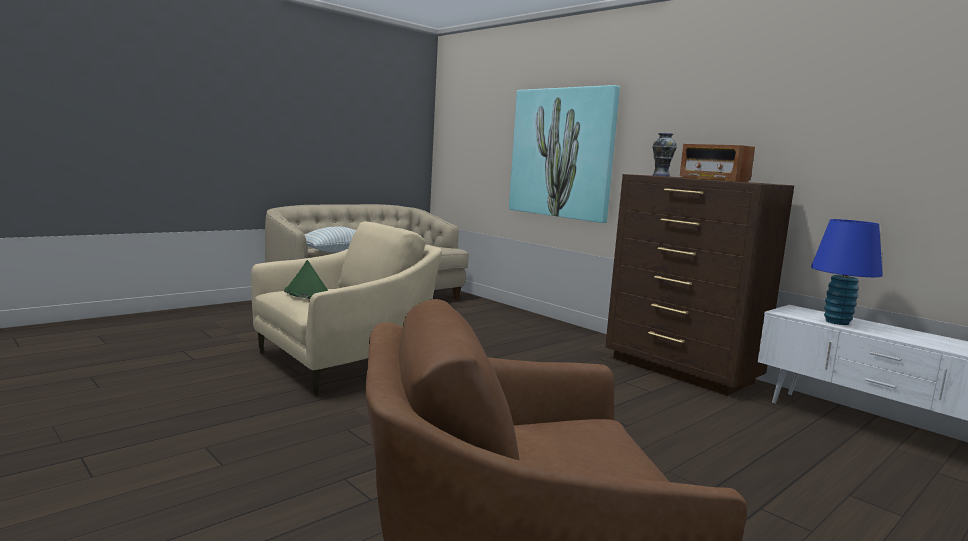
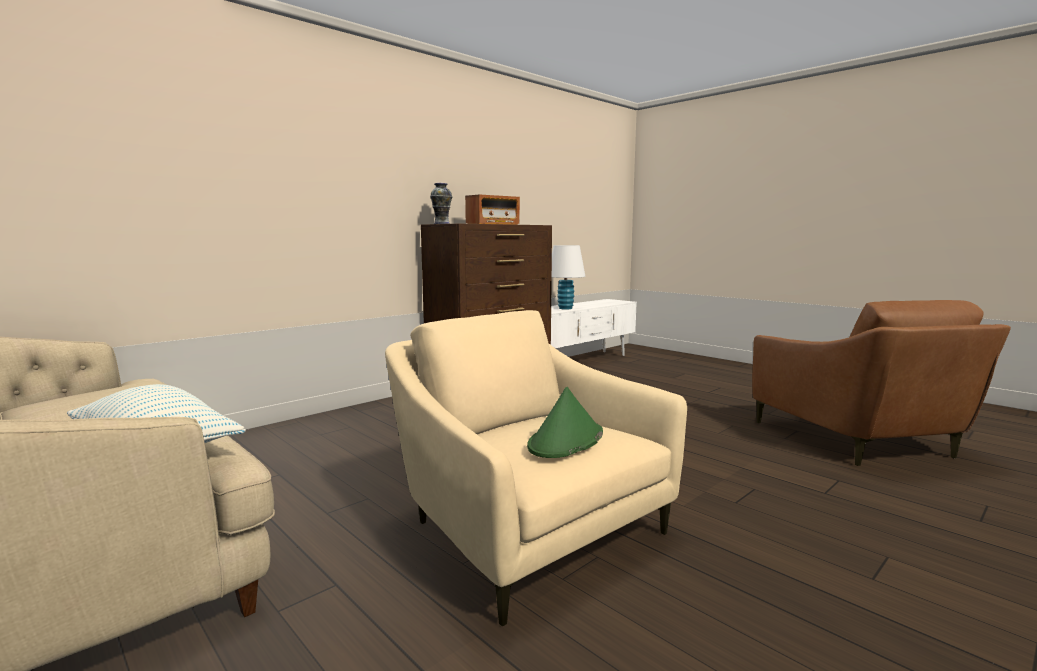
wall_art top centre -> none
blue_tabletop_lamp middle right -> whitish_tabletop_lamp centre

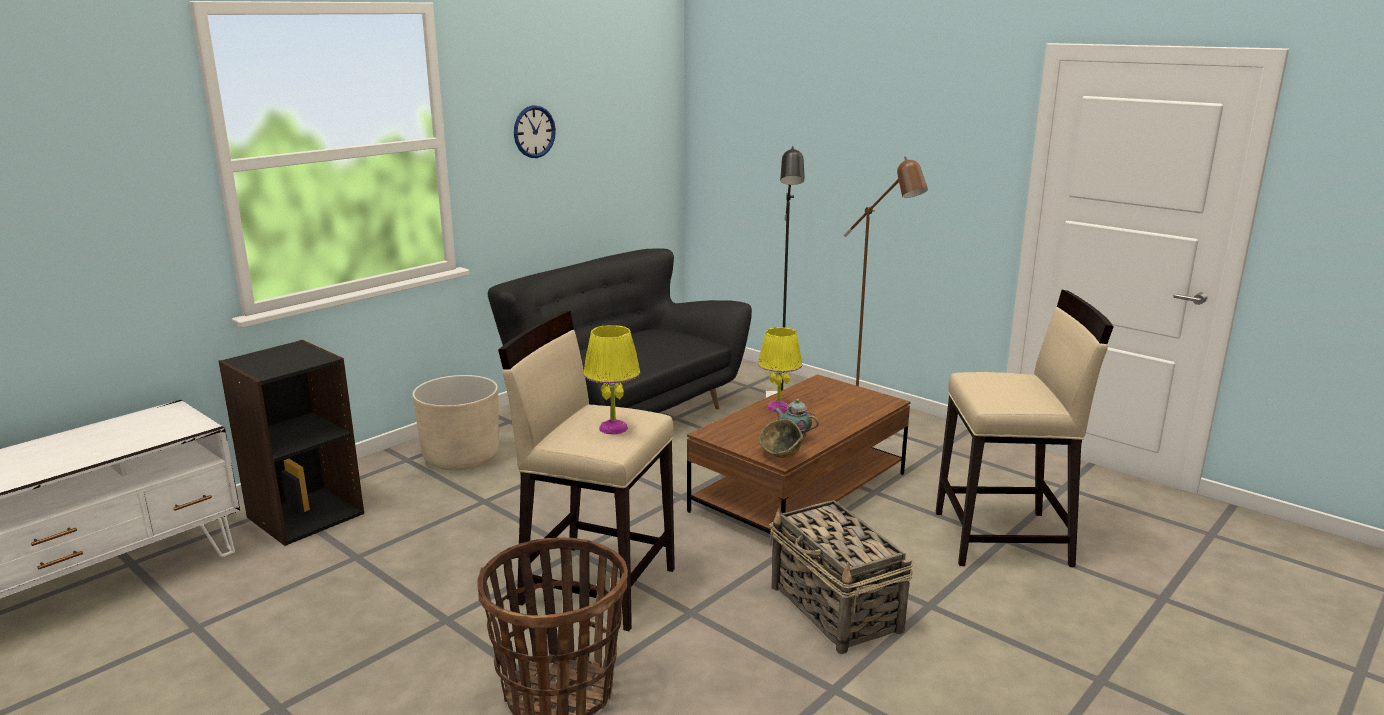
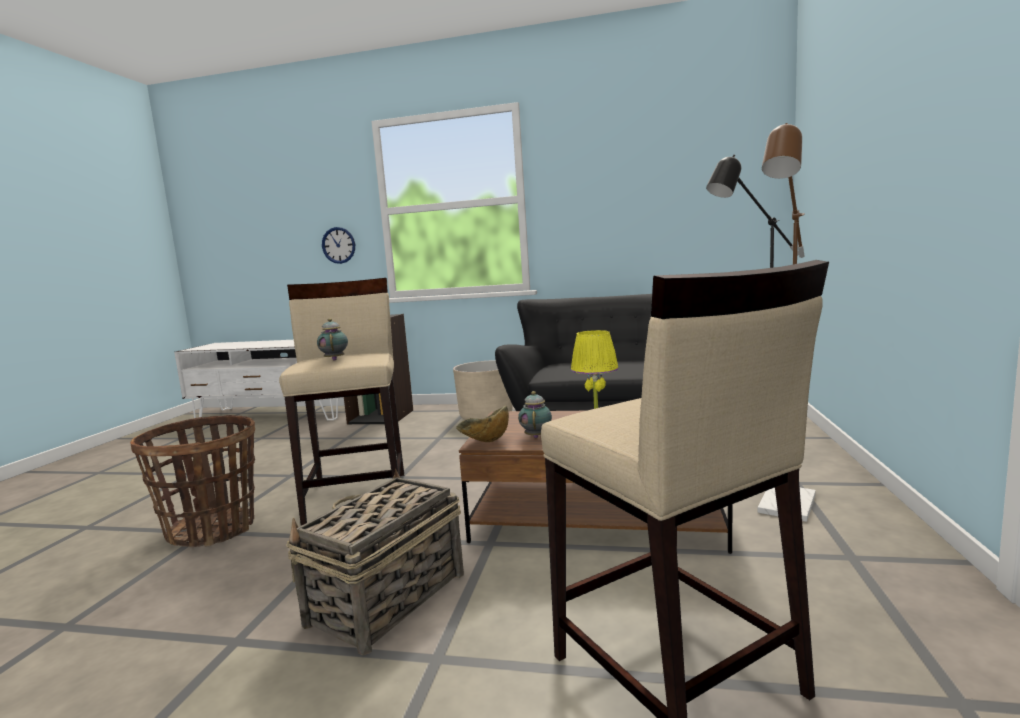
wall_clock top centre -> wall_clock middle left, shifted
yellow-coloured_tabletop_lamp (no. 1 from left) centre -> teapot (no. 1 from left) middle left

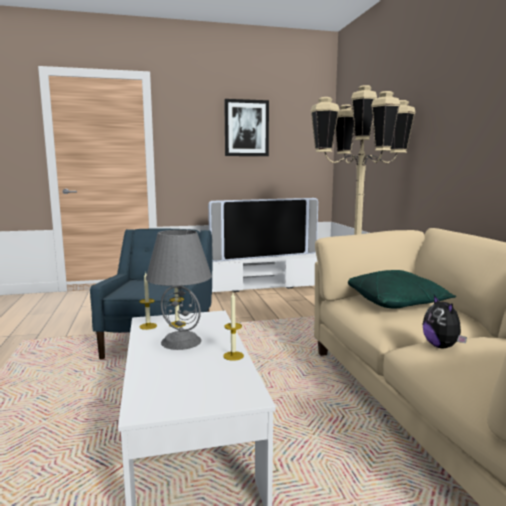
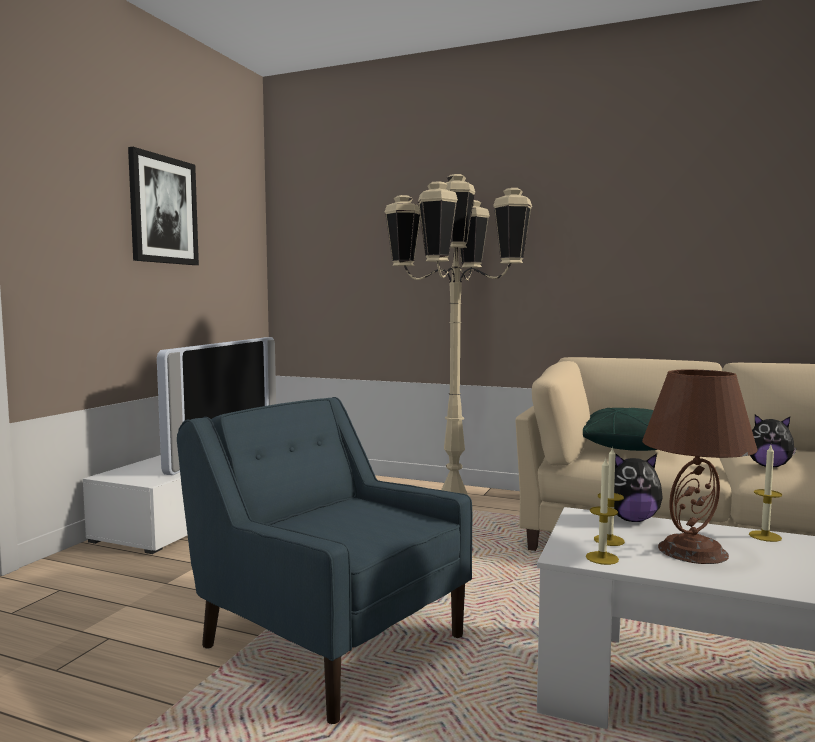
grey_tabletop_lamp centre -> brownish_tabletop_lamp middle right
none -> cuddly_toy (no. 1 from left) middle right

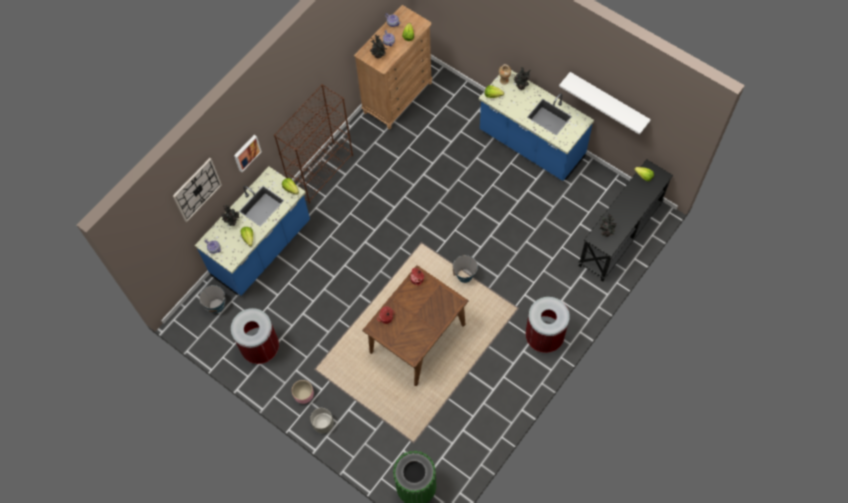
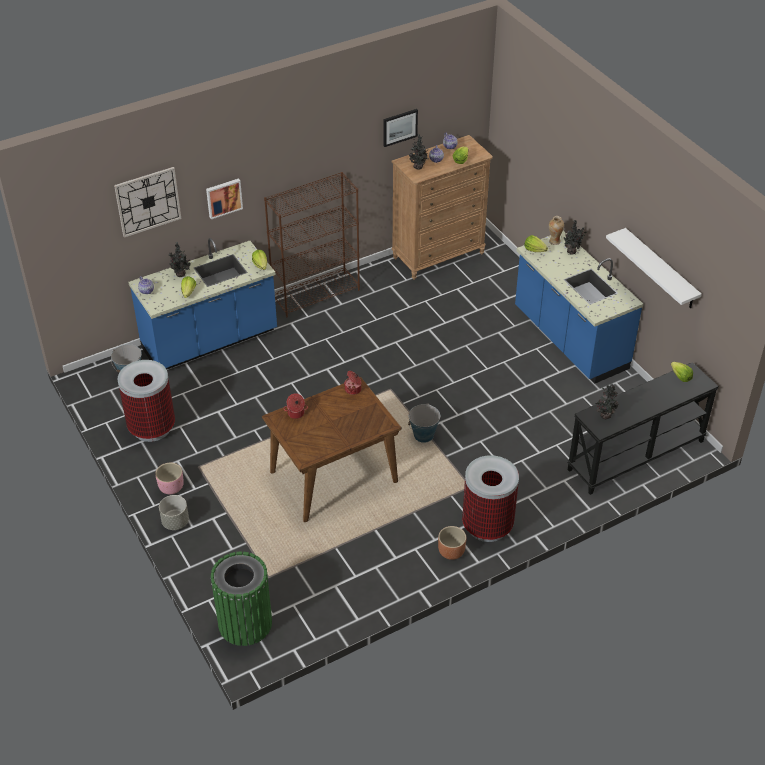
none -> wall_art (no. 2 from left) top centre
none -> brownish_flower_pot bottom centre

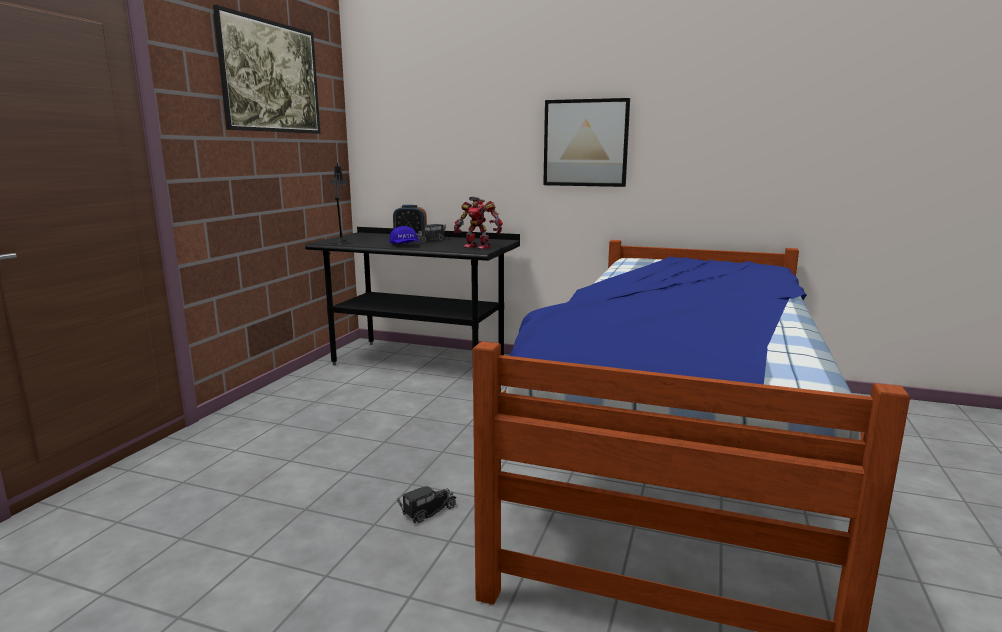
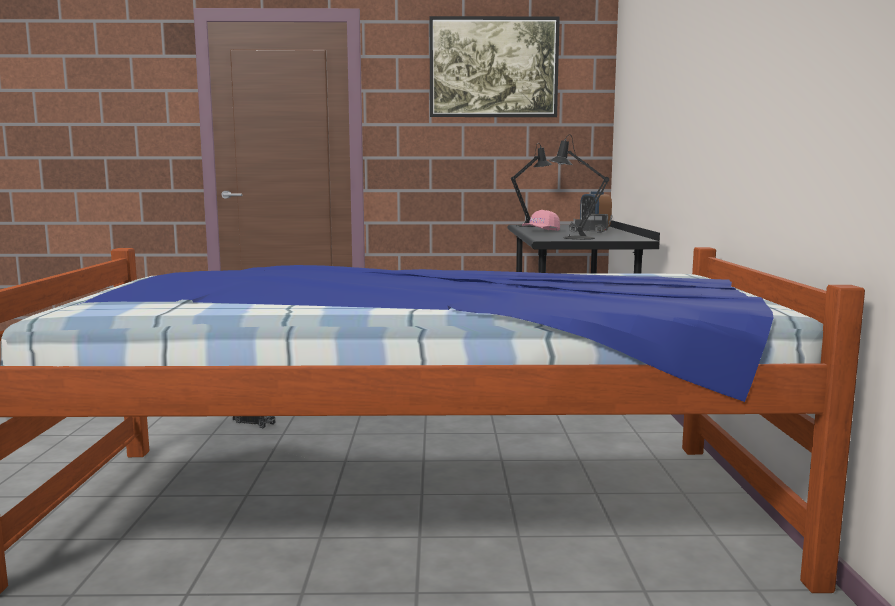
wall_art (no. 2 from left) top centre -> none
model_robot centre -> black_tabletop_lamp (no. 2 from left) top centre
blue_baseball_cap centre -> pinkish_baseball_cap centre

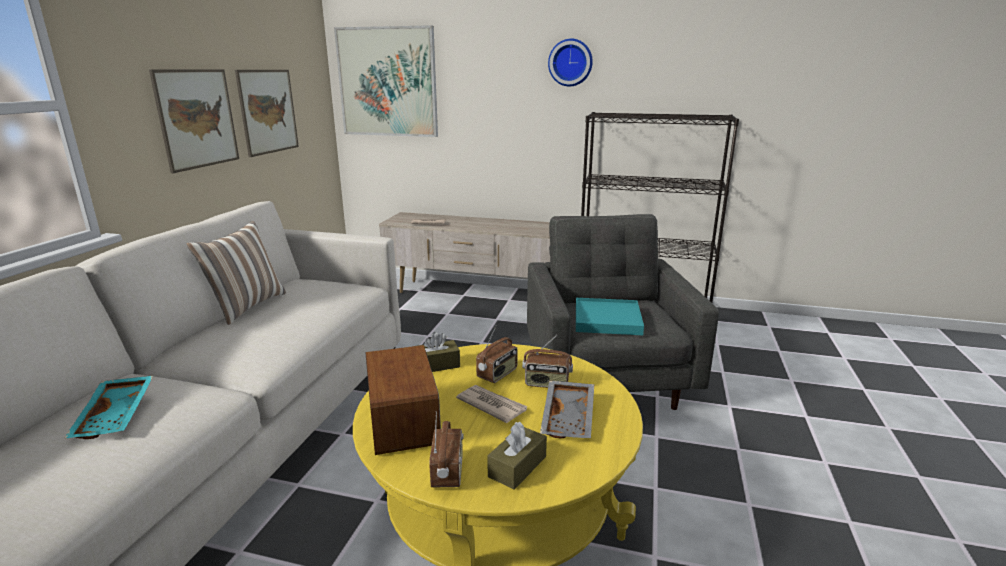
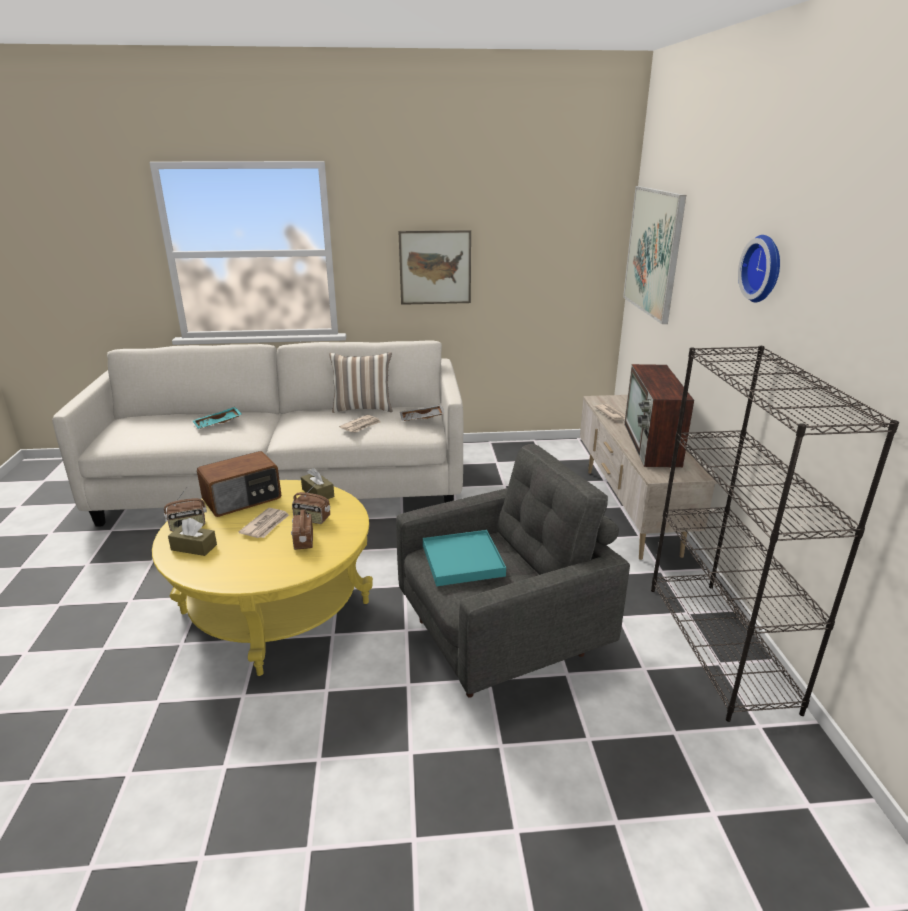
wall_art (no. 2 from left) top left -> none
grey_tray bottom centre -> grey_tray centre, shifted
none -> television middle right
none -> newspaper (no. 2 from left) centre

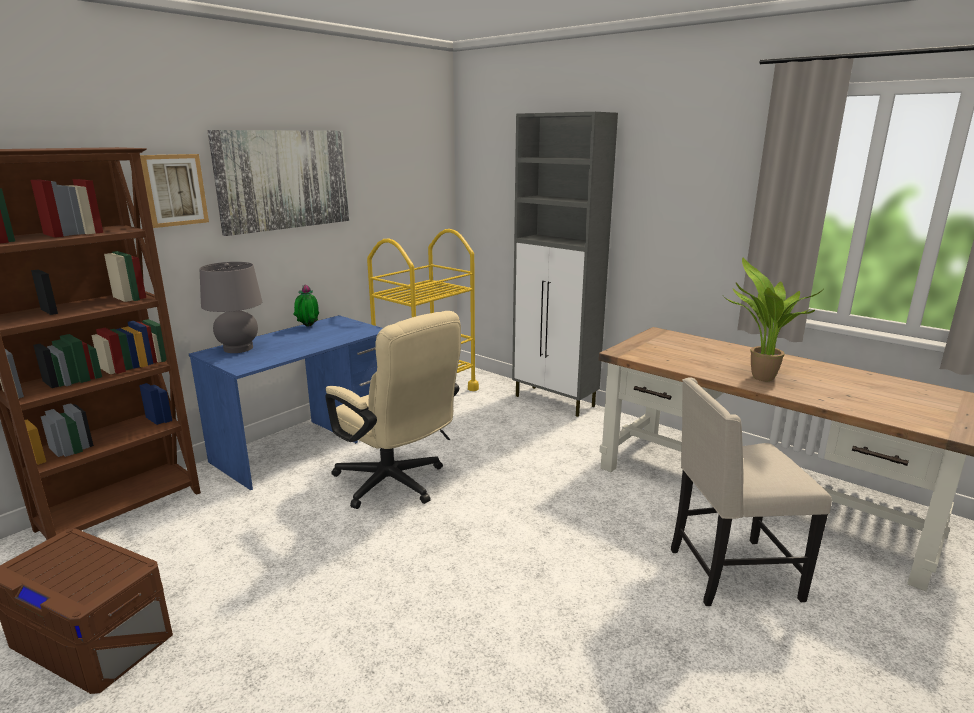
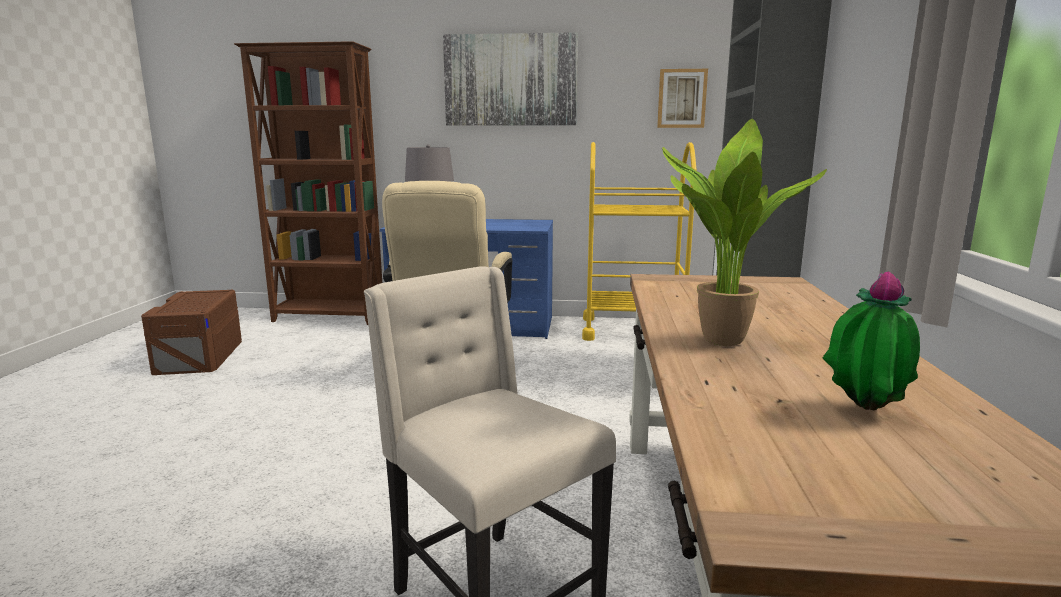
wall_art (no. 1 from left in the first image) top left -> wall_art (no. 2 from left) top centre, shifted
potted_plant (no. 1 from left in the first image) middle left -> potted_plant (no. 2 from left) middle right, shifted

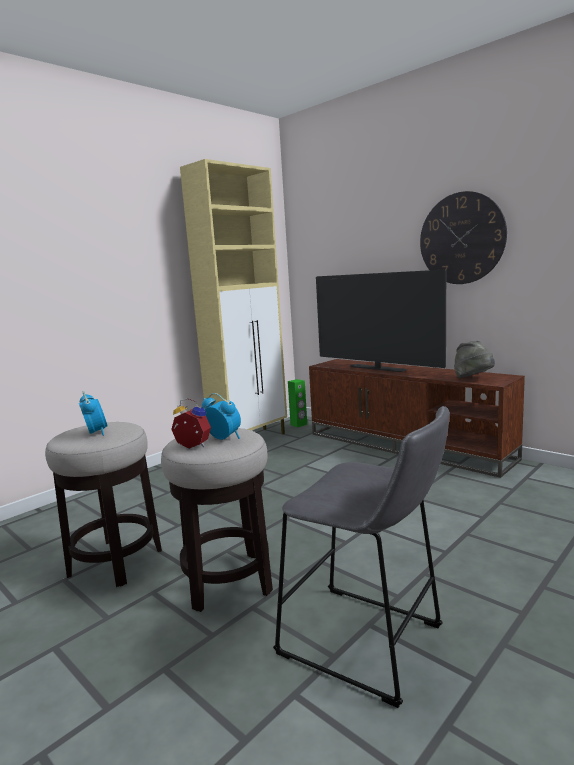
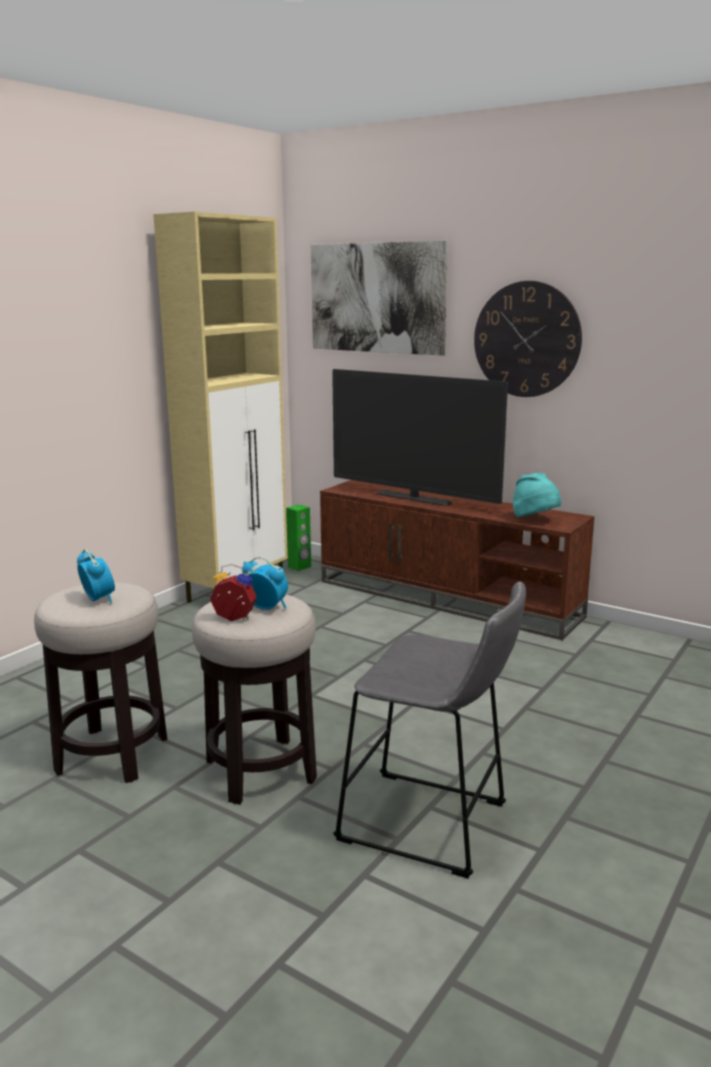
grey_hat middle right -> turquoise-coloured_hat middle right
none -> wall_art top centre

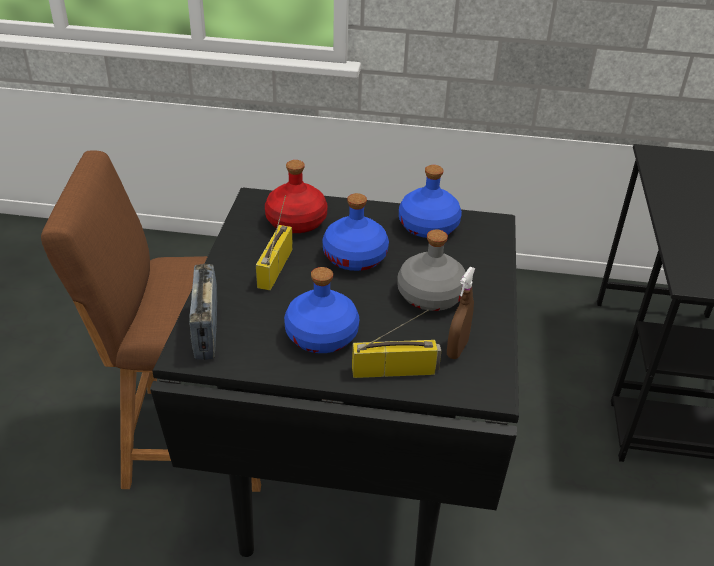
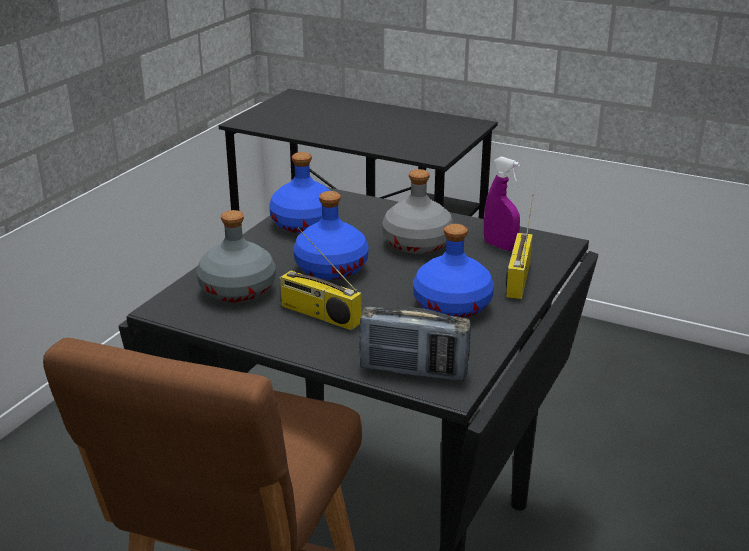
reddish_drink_bottle centre -> grey_drink_bottle (no. 1 from left) middle left
brownish_sprayer centre -> purple_sprayer middle right

